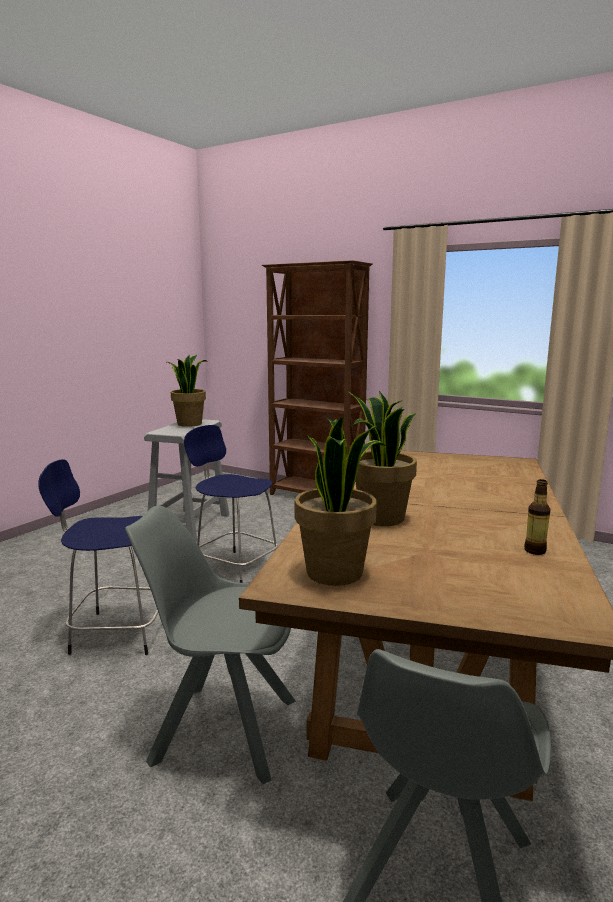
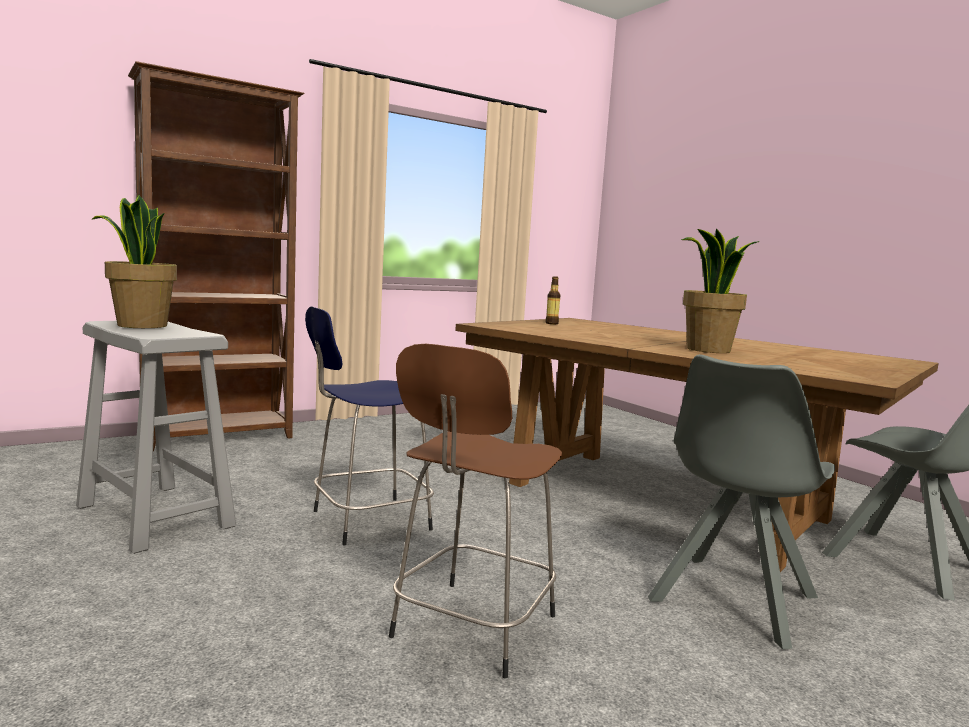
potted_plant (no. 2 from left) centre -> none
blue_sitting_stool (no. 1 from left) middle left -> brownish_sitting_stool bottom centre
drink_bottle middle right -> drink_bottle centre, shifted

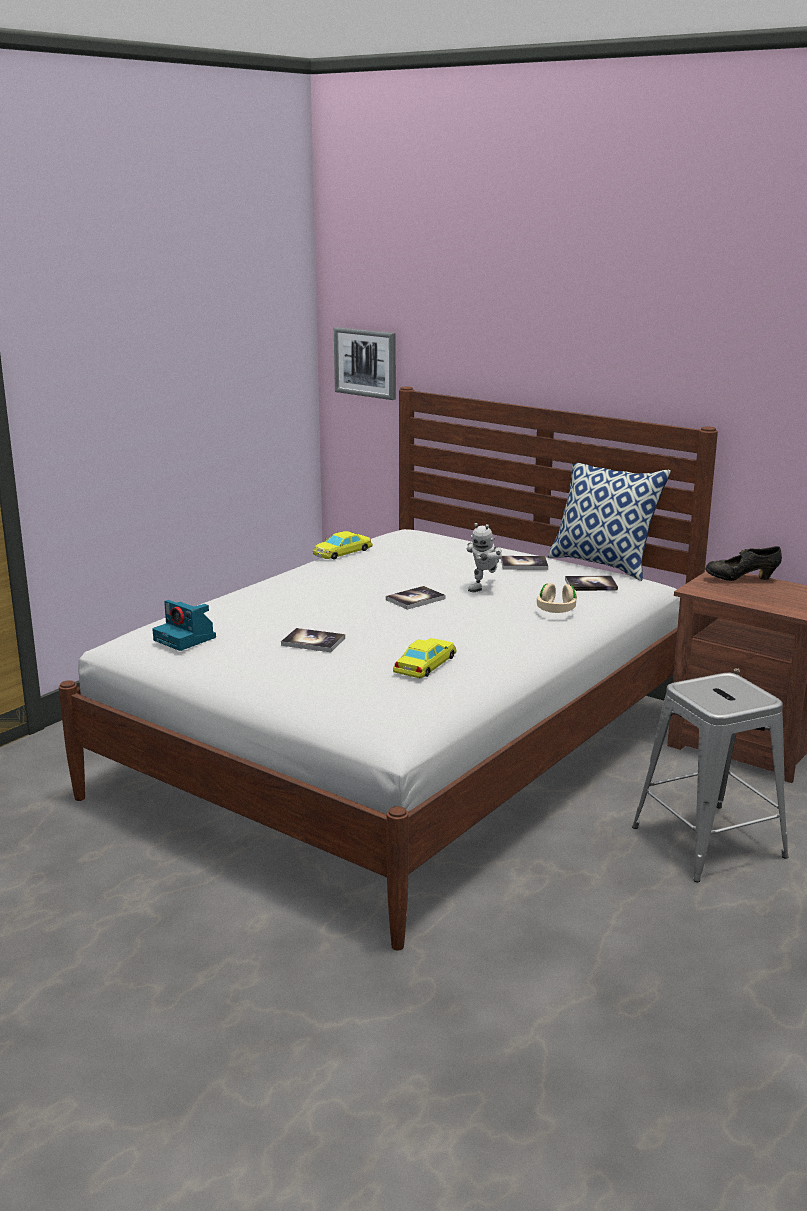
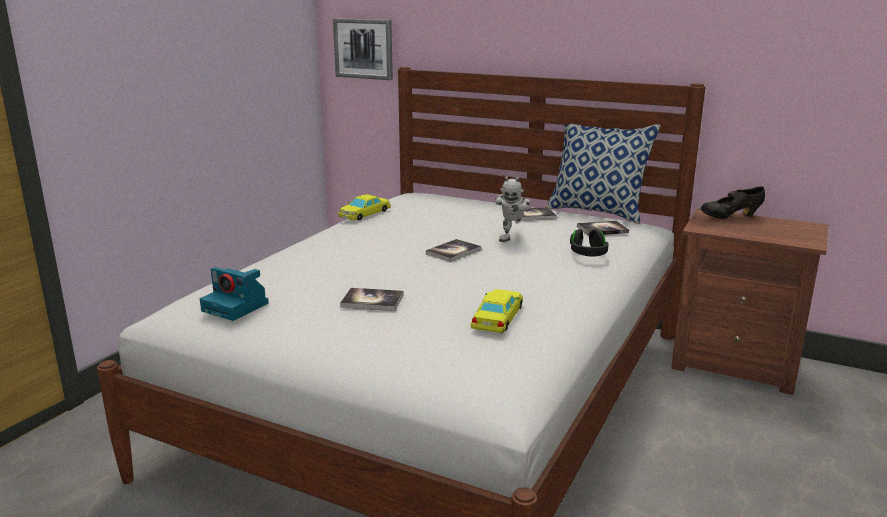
beige-coloured_pair_of_headphones middle right -> black_pair_of_headphones centre
grey_sitting_stool middle right -> none

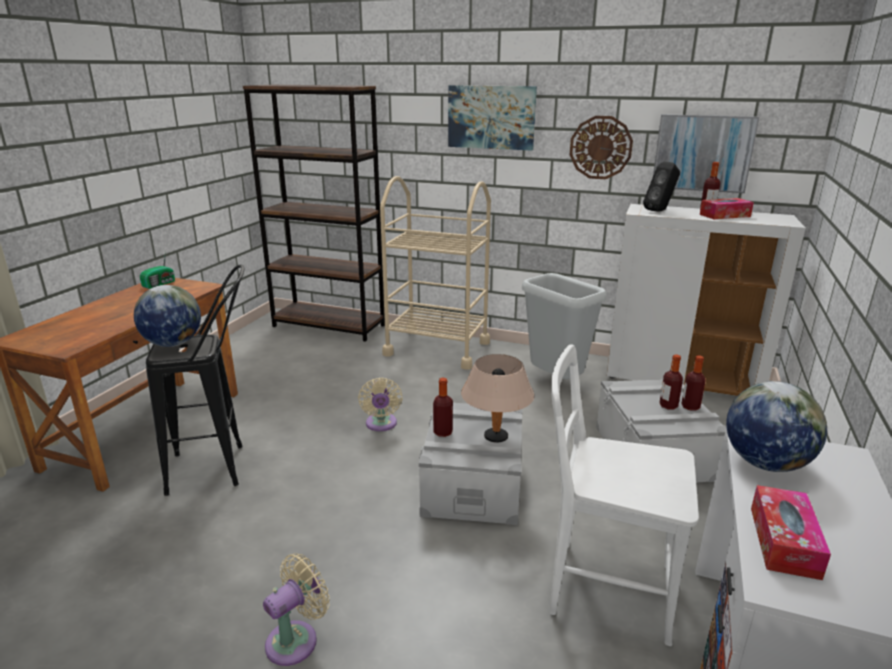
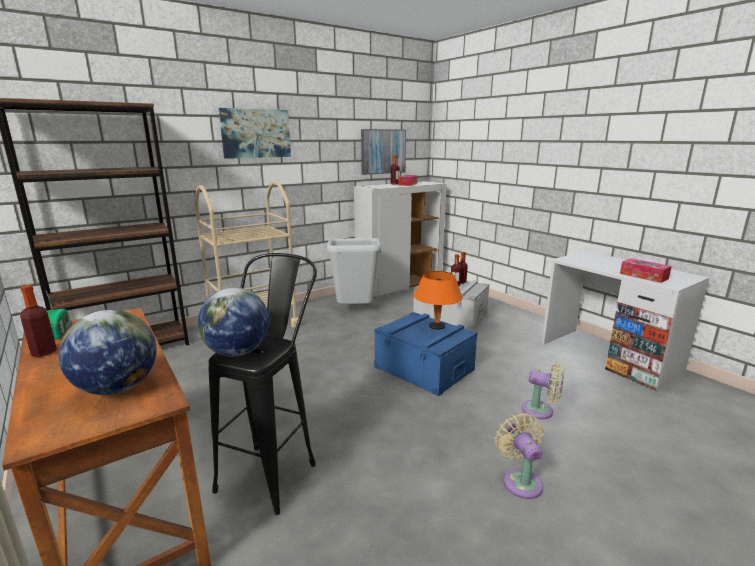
wall_clock top right -> none
black_speaker top right -> none
whitish_upright_chair bottom right -> none
beige-coloured_tabletop_lamp centre -> orange_tabletop_lamp centre
beige-coloured_fan (no. 2 from left) centre -> beige-coloured_fan (no. 2 from left) bottom right, shifted
drink_bottle (no. 1 from left) centre -> drink_bottle (no. 1 from left) middle left, shifted
world_globe (no. 2 from left in the first image) middle right -> world_globe (no. 1 from left) middle left, shifted
grey_storage_box (no. 1 from left) bottom centre -> blue_storage_box centre

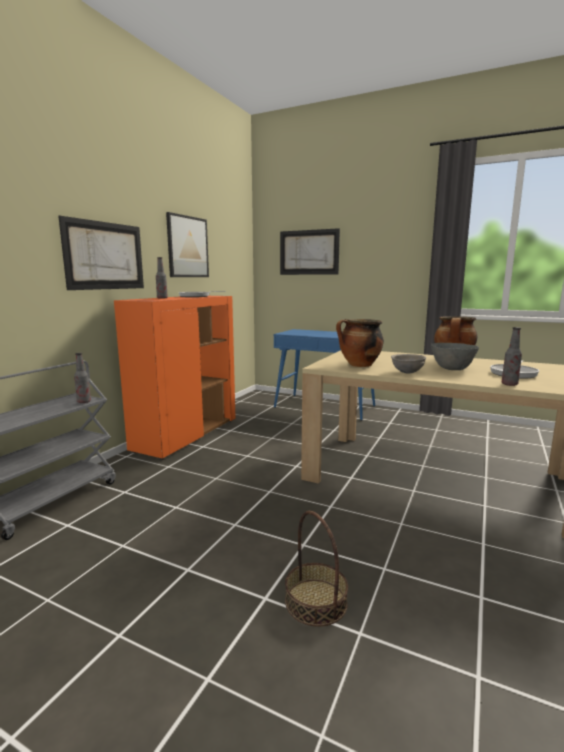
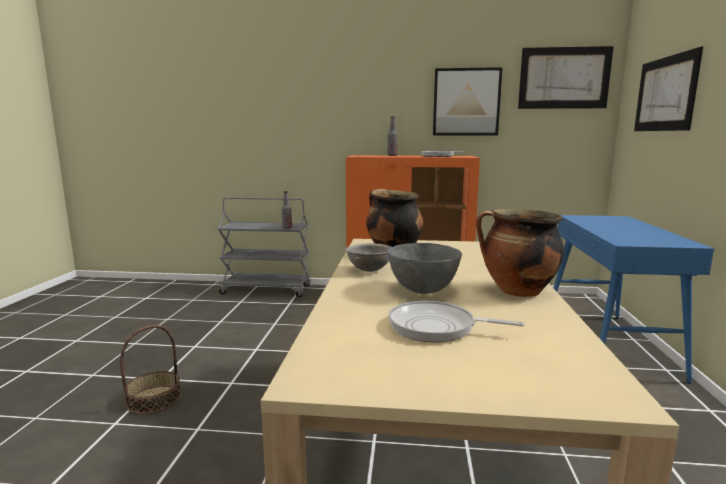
wall_art (no. 1 from left in the first image) middle left -> wall_art (no. 2 from left) top right, shifted
drink_bottle (no. 3 from left) middle right -> none

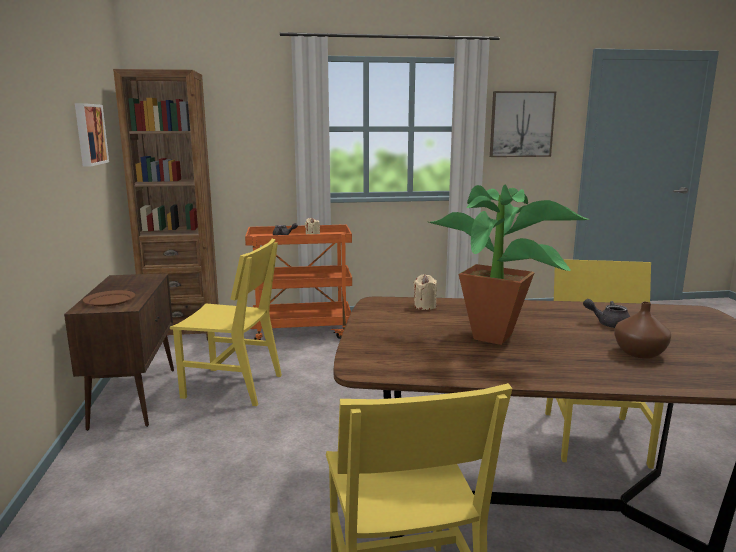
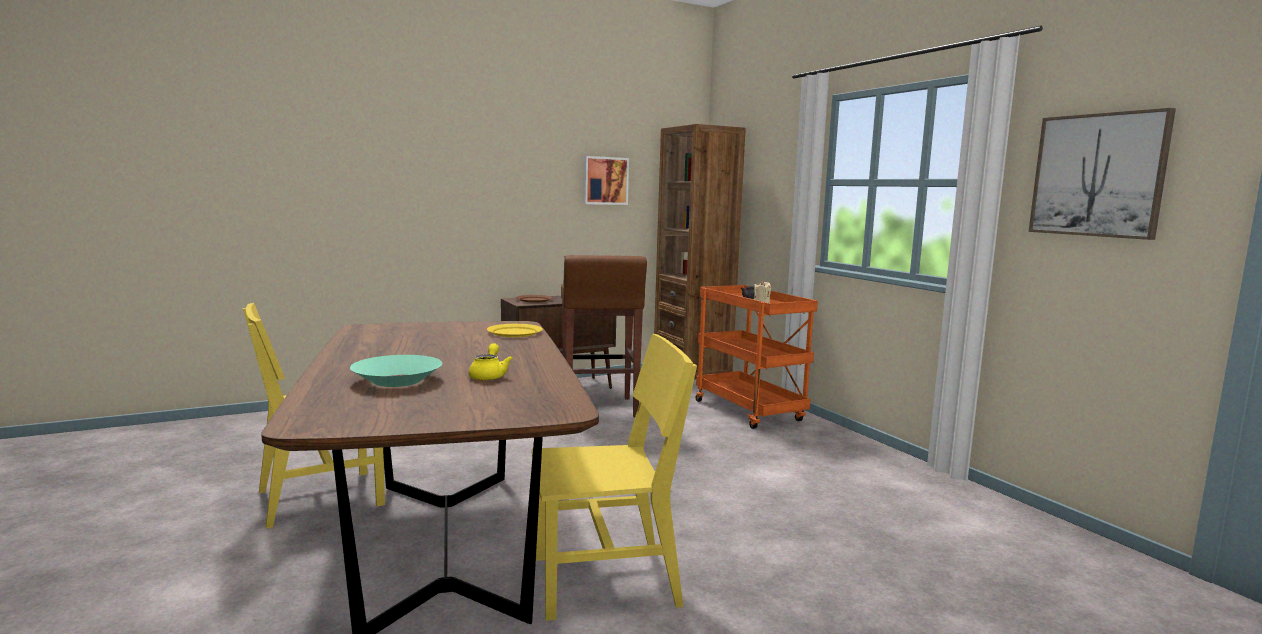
potted_plant middle right -> none
yellow-coloured_upright_chair (no. 1 from left) middle left -> brownish_sitting_stool centre
beige-coloured_wax_light (no. 2 from left) centre -> yellow-coloured_flat_dish centre
grey_teapot (no. 2 from left) middle right -> yellow-coloured_teapot centre
brownish_vase middle right -> turquoise-coloured_bowl middle left

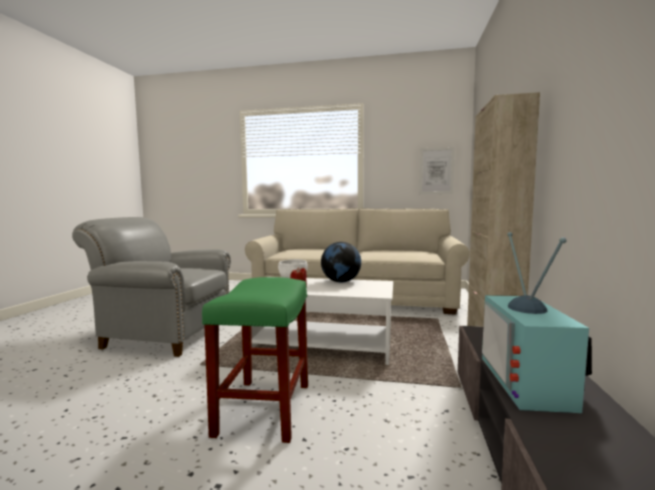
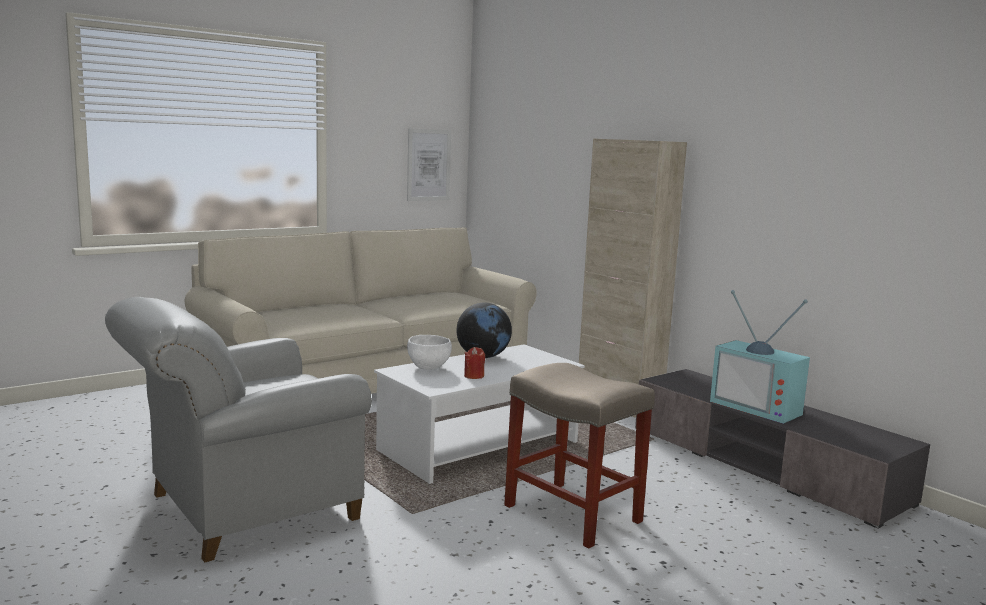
green-coloured_sitting_stool bottom centre -> beige-coloured_sitting_stool bottom centre

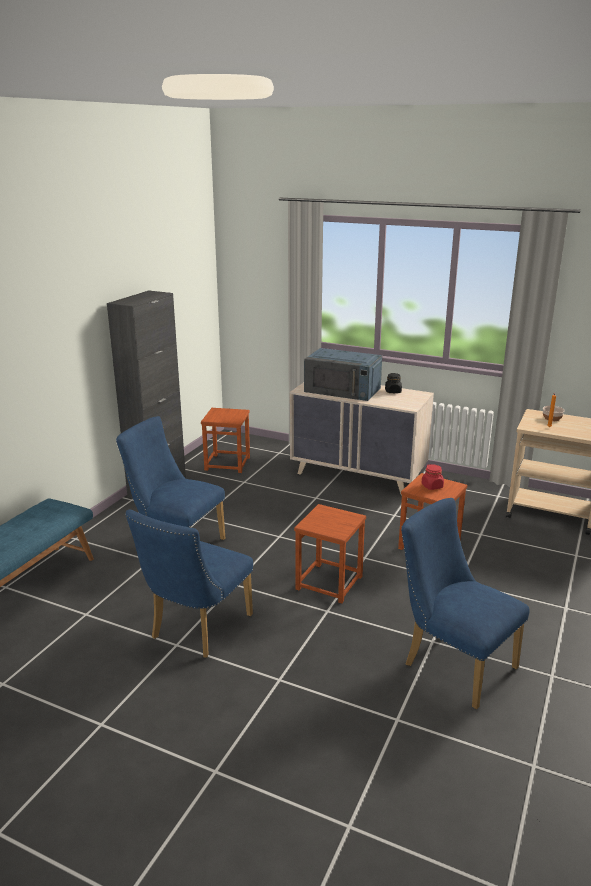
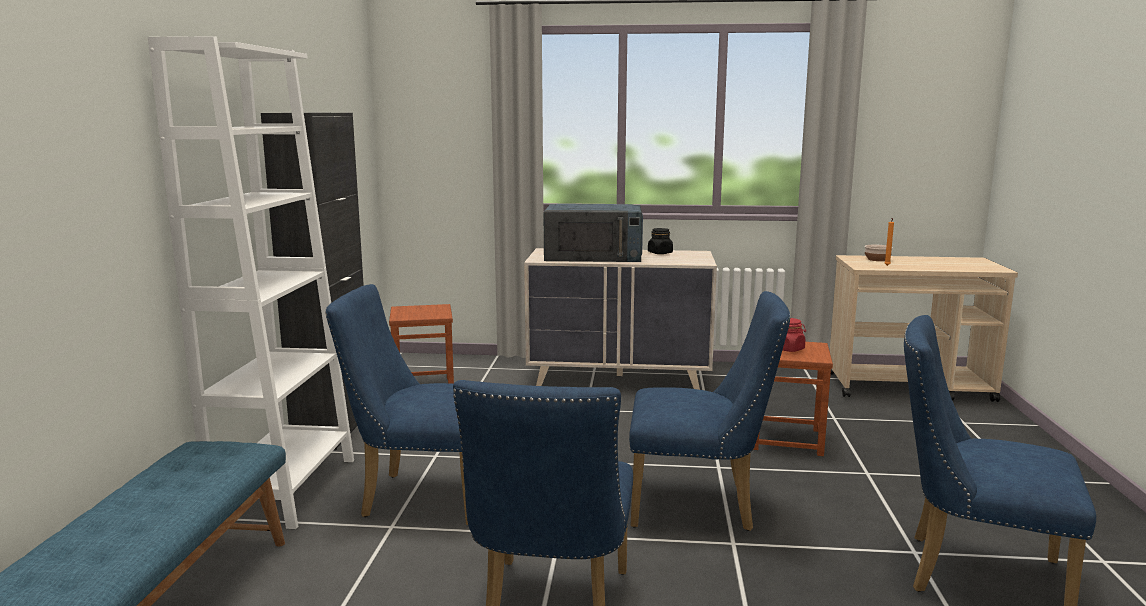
brownish_sitting_stool (no. 2 from left) centre -> blue_upright_chair (no. 3 from left) bottom centre
none -> whitish_shelving_unit middle left

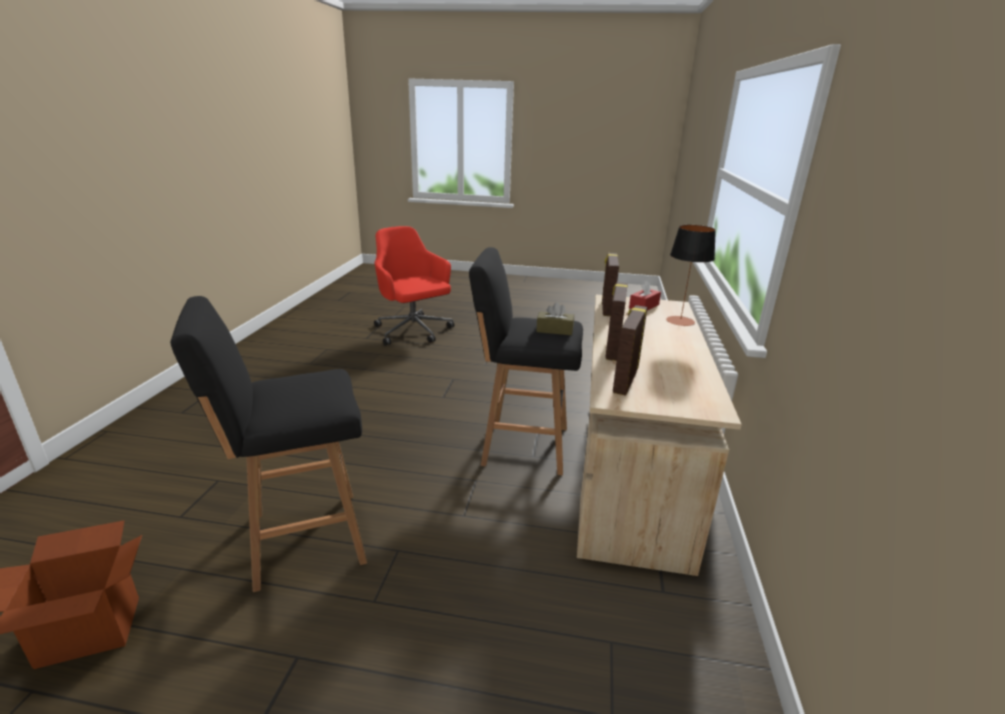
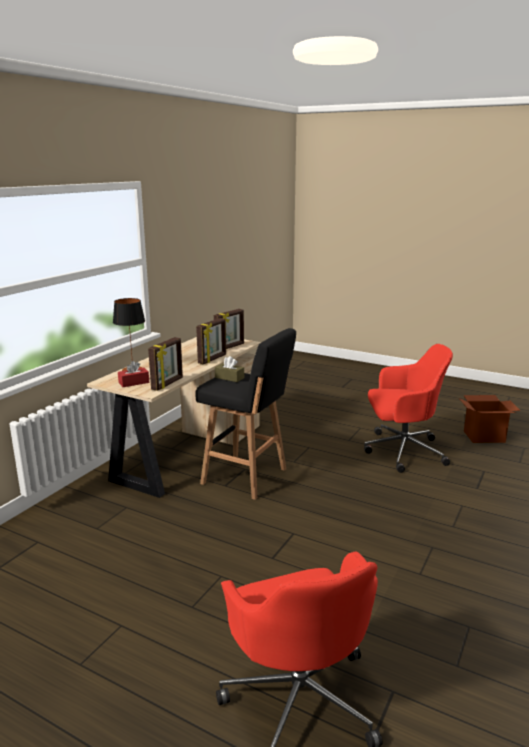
black_sitting_stool (no. 1 from left) middle left -> reddish_office_chair (no. 2 from left) middle right

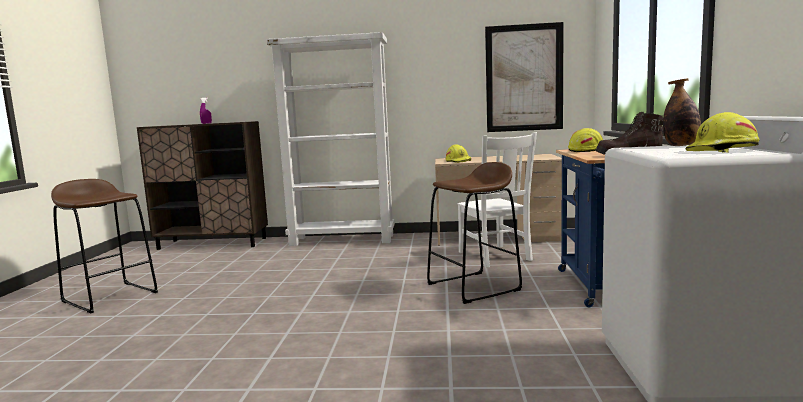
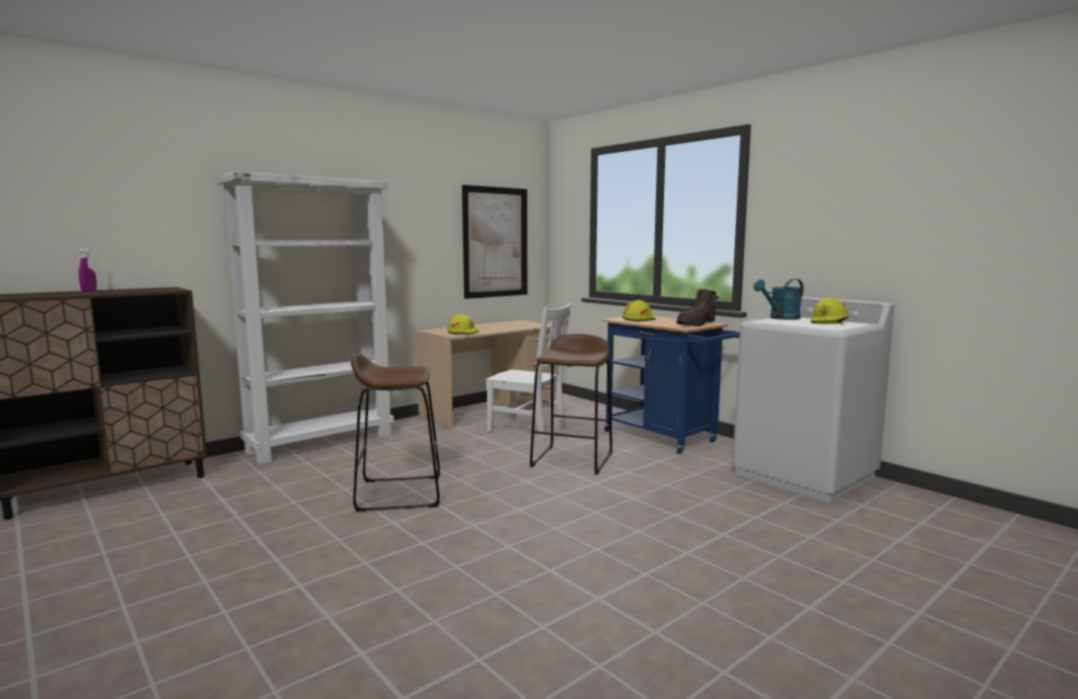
drink_bottle top right -> turquoise-coloured_watering_can middle right
brownish_sitting_stool (no. 1 from left) middle left -> brownish_sitting_stool (no. 1 from left) centre, shifted

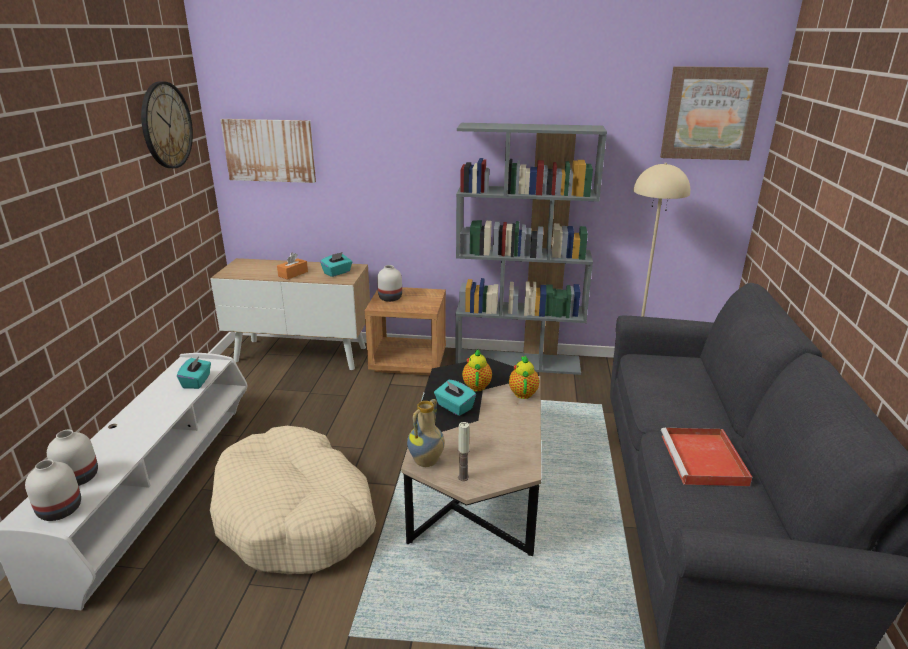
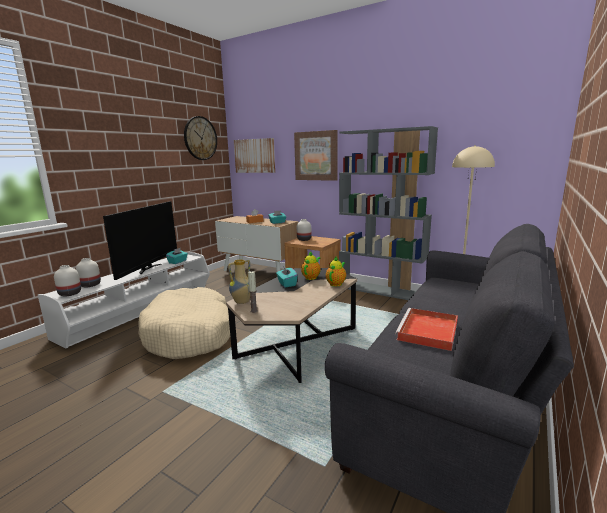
wall_art (no. 2 from left) top right -> wall_art (no. 2 from left) top centre, shifted
none -> television middle left

